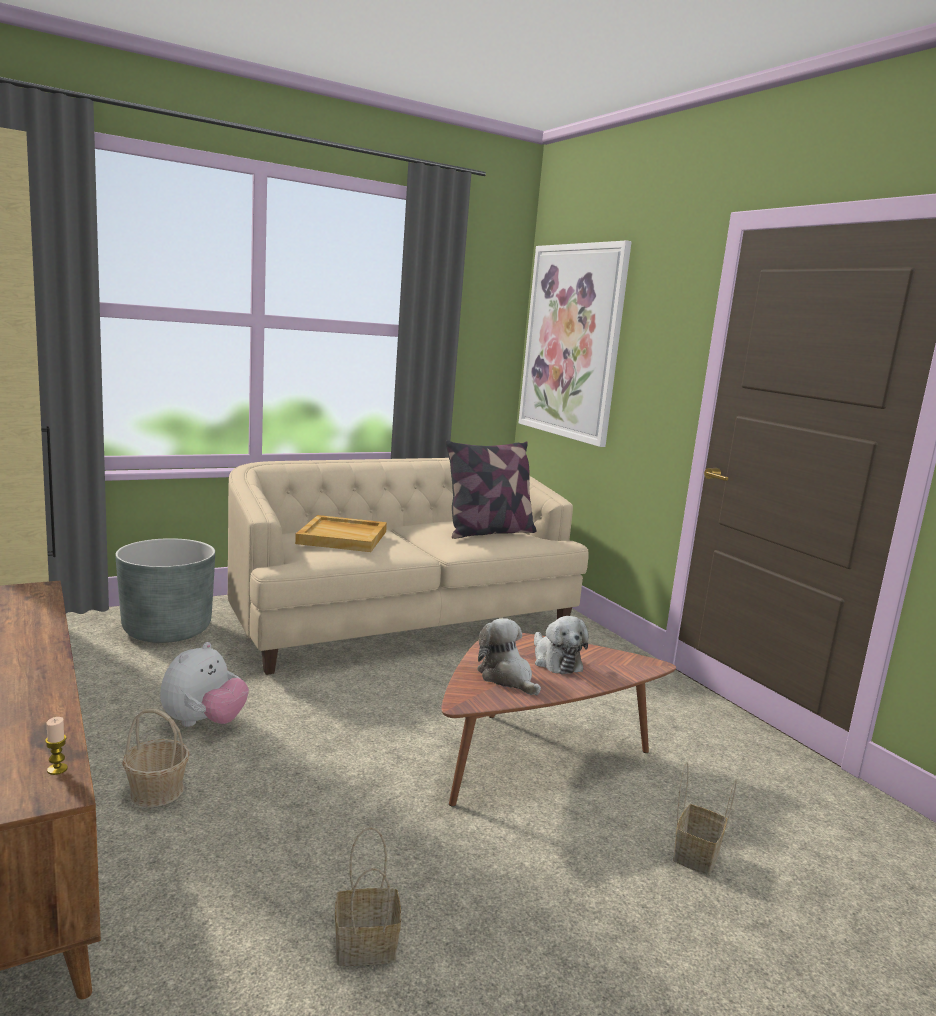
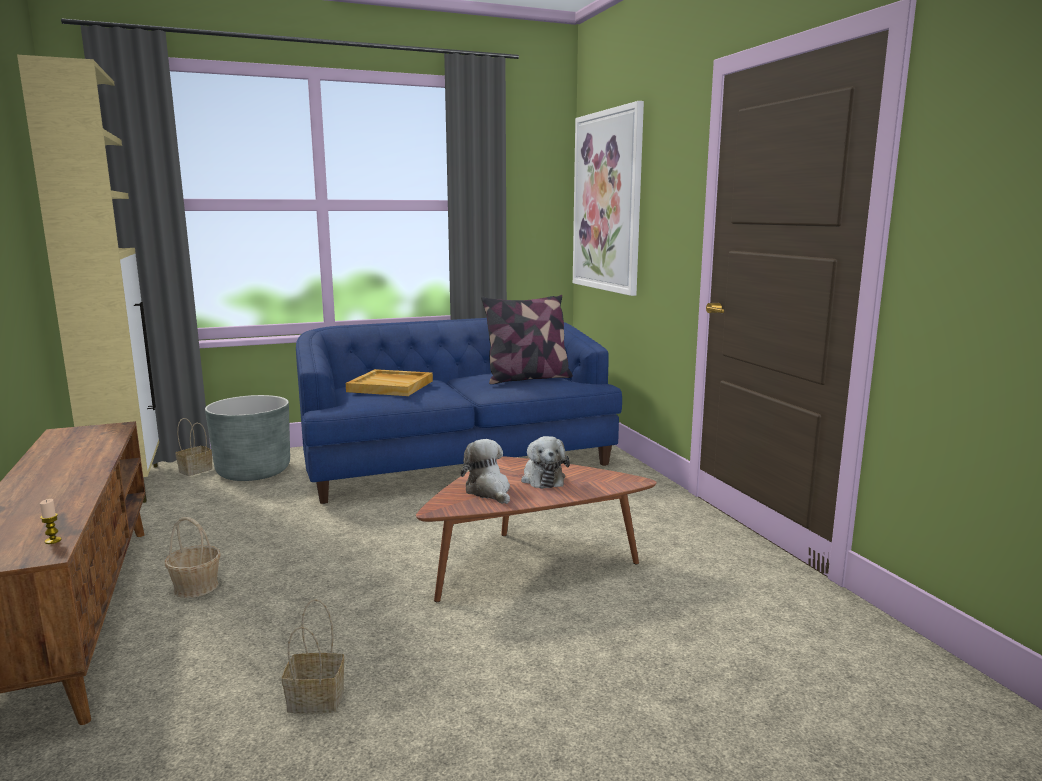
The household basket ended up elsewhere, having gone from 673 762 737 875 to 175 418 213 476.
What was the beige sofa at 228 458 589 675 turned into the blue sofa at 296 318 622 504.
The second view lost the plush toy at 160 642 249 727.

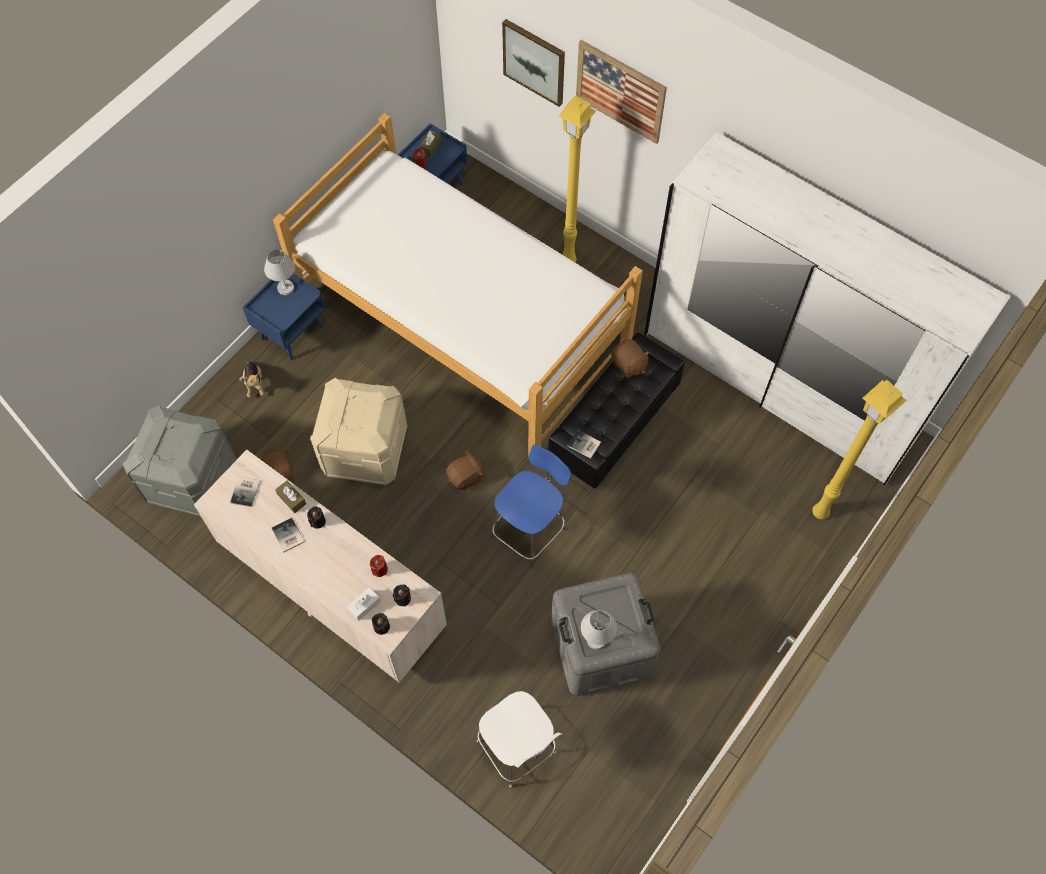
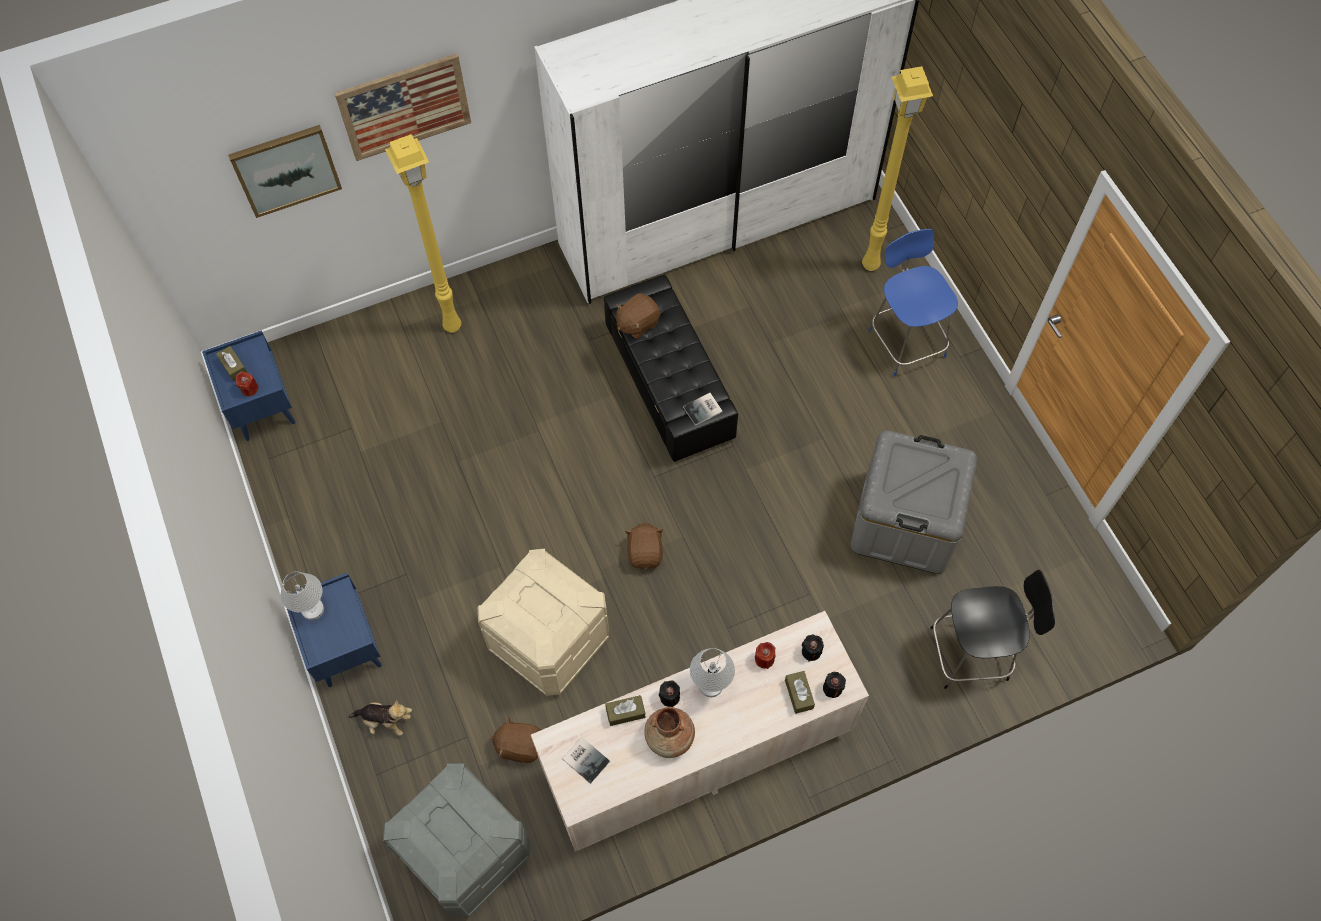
The brown-coloured plush toy at 611 339 650 378 ended up facing another way, 150 degrees clockwise from before.
Where the bound book stood at 272 518 304 552, the brown-coloured flower vase came to stand at 644 707 695 758.
The white table lamp ended up elsewhere, having gone from 581 610 617 650 to 690 648 735 697.
What was the white tissue holder at 347 587 381 621 turned into the brown-coloured tissue holder at 785 671 815 714.
The blue chair ended up elsewhere, having gone from 491 445 571 568 to 868 229 958 376.
What was the white chair at 477 691 562 788 turned into the black chair at 930 570 1055 689.
The second view lost the bed at 273 113 643 457.

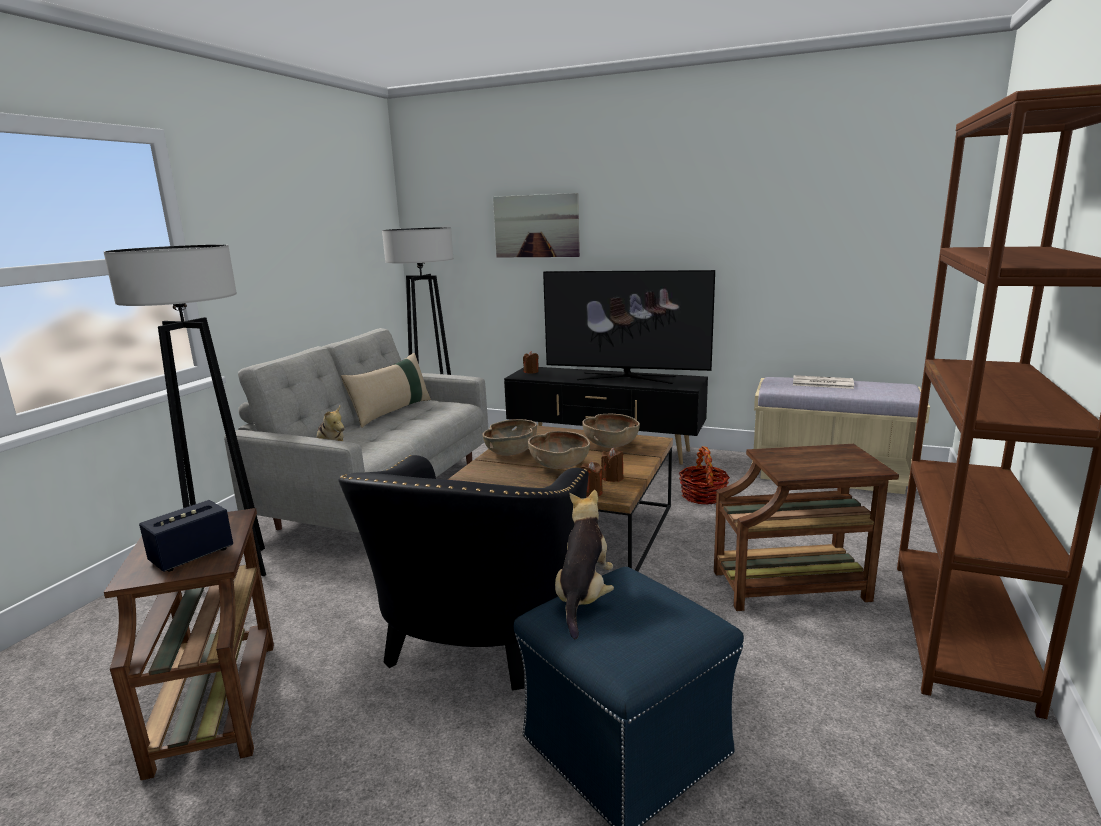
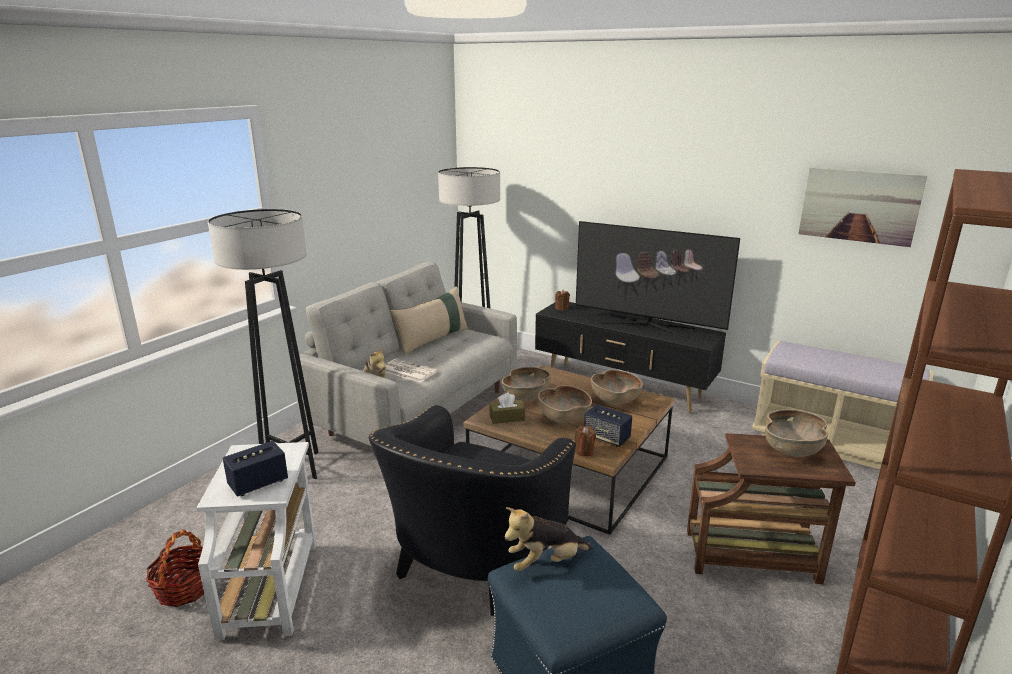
The household basket ended up elsewhere, having gone from 679 446 730 505 to 146 529 204 607.
What was the brown-coloured end table at 104 508 274 780 turned into the white end table at 196 442 316 641.
The newspaper ended up elsewhere, having gone from 793 375 854 389 to 385 359 438 382.
The second view gained the brown-coloured tissue holder at 489 392 525 424.
The plush toy at 555 490 614 639 ended up facing another way, 135 degrees counterclockwise from before.
Where the brown-coloured wax candle stood at 601 448 623 482, the audio speaker came to stand at 584 404 632 447.
The second view gained the brown-coloured bowl at 765 409 828 457.
The wall art ended up elsewhere, having gone from 493 193 580 257 to 798 167 927 247.

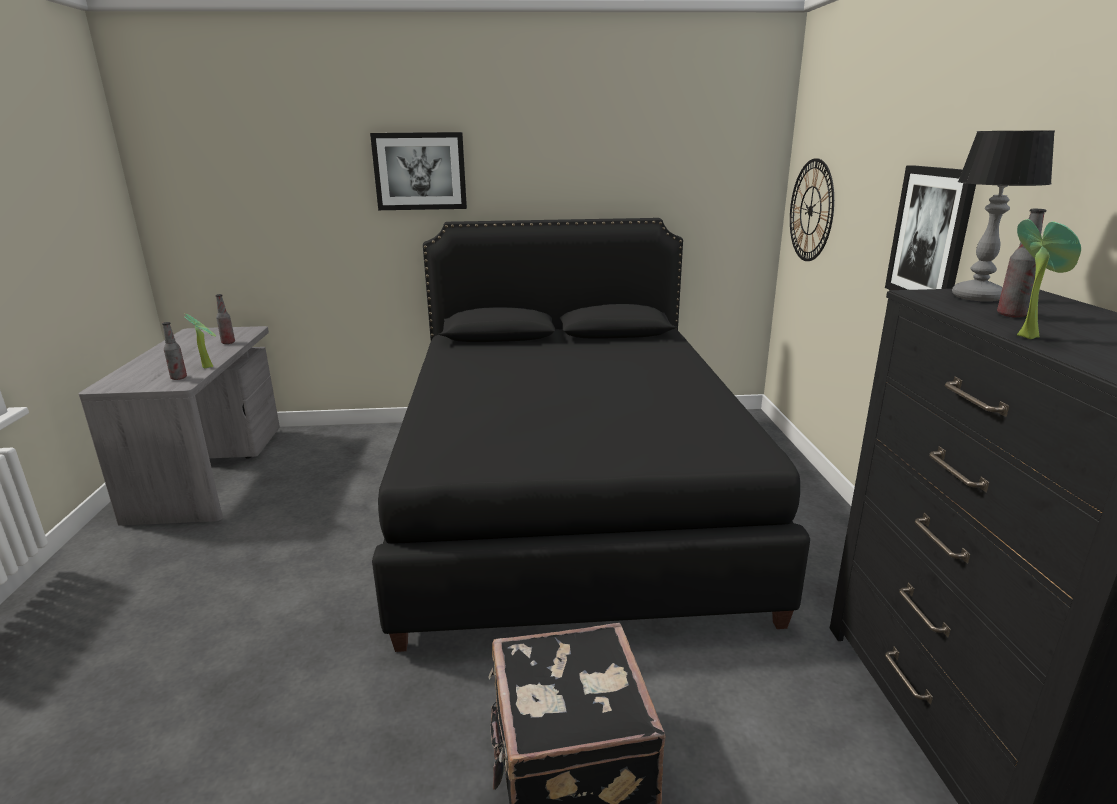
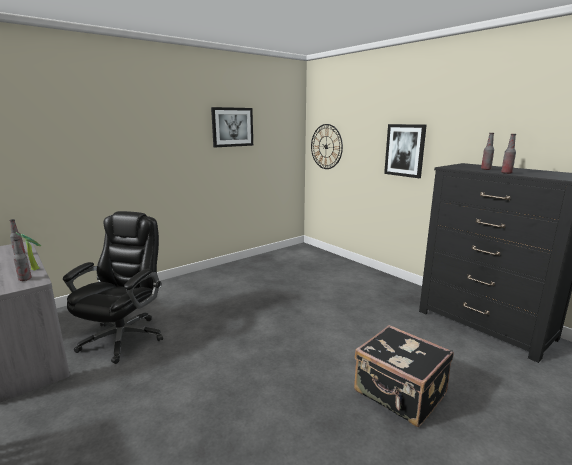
The second view gained the black office chair at 63 211 163 364.
The wall art ended up elsewhere, having gone from 370 132 467 210 to 211 107 253 147.
Where the plant in a pot stood at 1017 219 1081 339, the beverage bottle came to stand at 501 134 516 174.
The second view lost the black bed at 372 218 810 652.
The second view lost the table lamp at 952 131 1054 302.

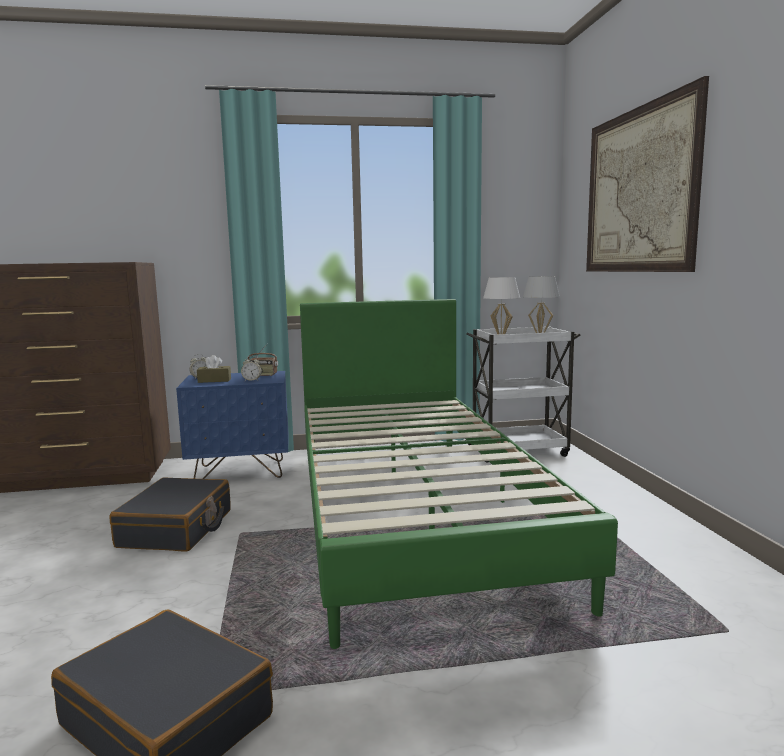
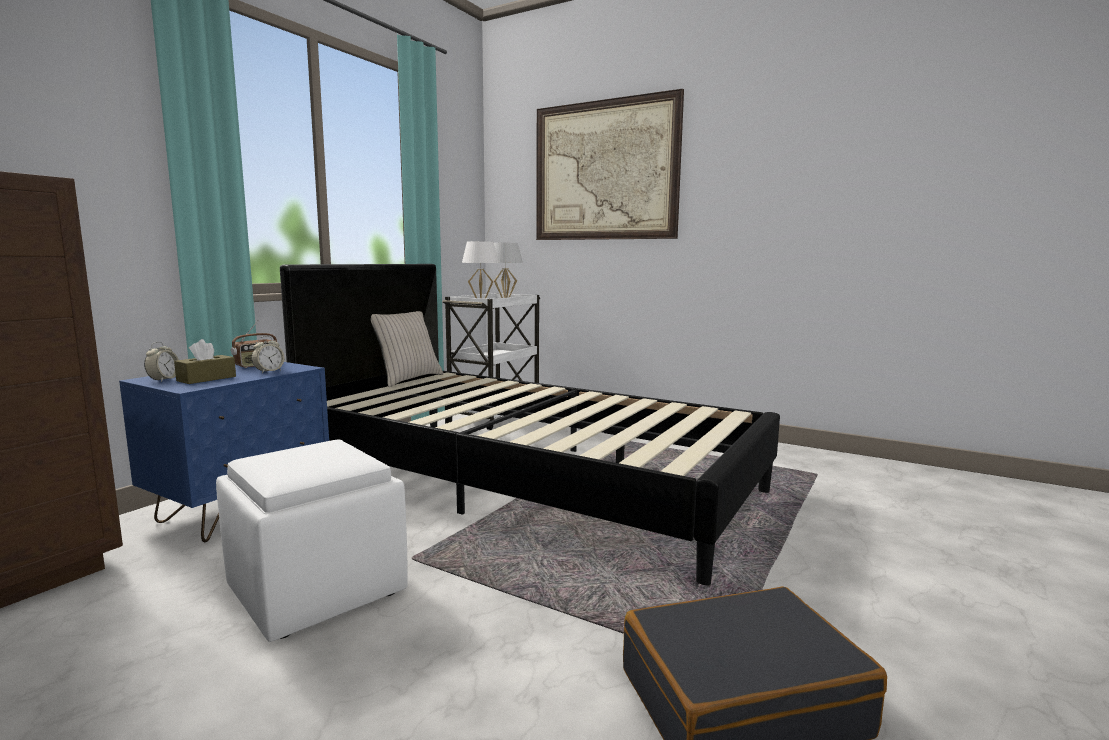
Where the black suitcase stood at 110 478 231 552, the white pouffe came to stand at 216 439 408 642.
What was the green bed at 300 299 618 649 turned into the black bed at 280 264 780 585.
The second view gained the beige throw pillow at 371 311 444 387.

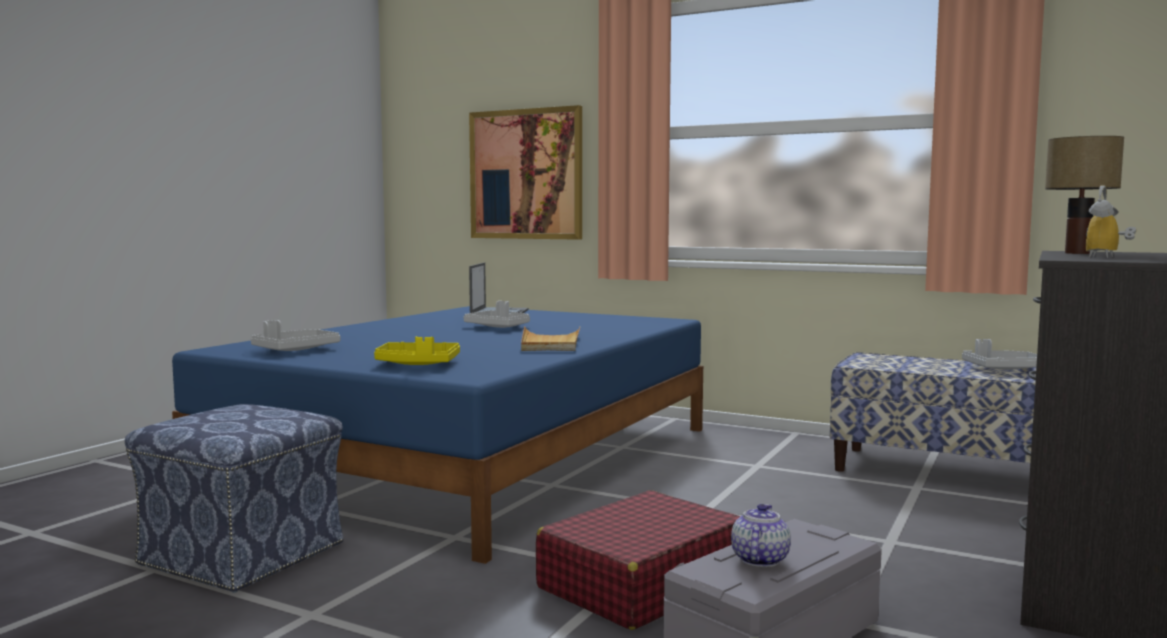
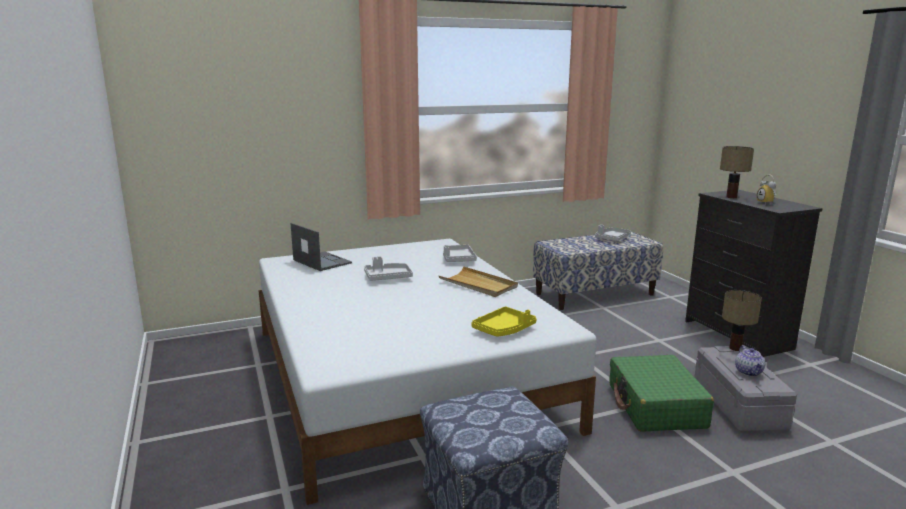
What was the blue bed at 172 306 703 564 turned into the white bed at 258 239 596 505.
The gray tray ended up elsewhere, having gone from 251 320 340 351 to 443 245 477 262.
What was the red-coloured suitcase at 536 490 740 630 turned into the green suitcase at 610 355 714 431.
The second view gained the table lamp at 722 290 762 351.
The pot for tea at 731 504 791 567 ended up facing another way, 150 degrees counterclockwise from before.
The second view lost the wall art at 469 105 582 240.

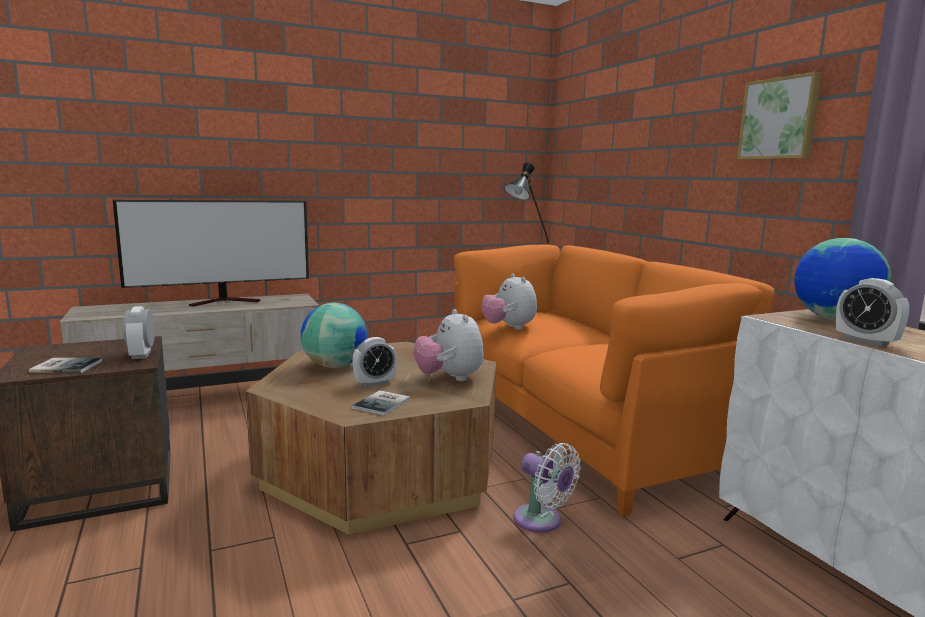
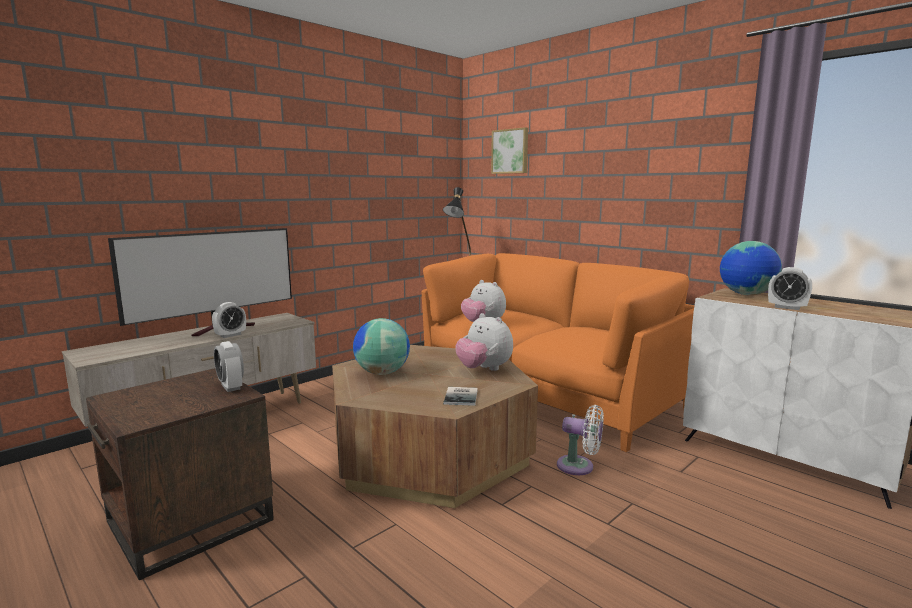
The table clock ended up elsewhere, having gone from 352 337 397 387 to 212 302 246 338.
The wall art ended up elsewhere, having gone from 737 72 822 160 to 491 127 528 174.
The second view lost the bound book at 29 358 102 373.

